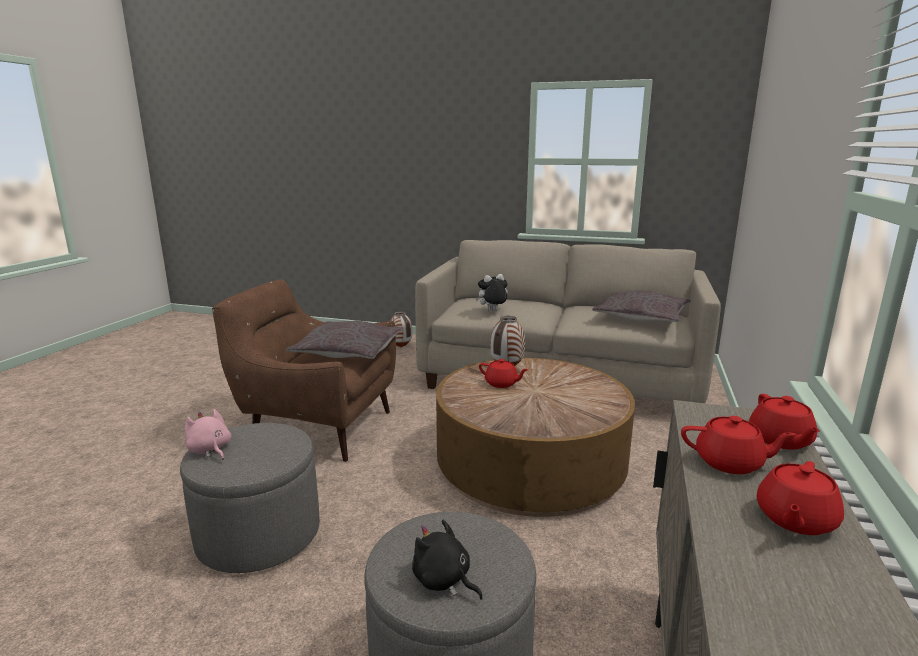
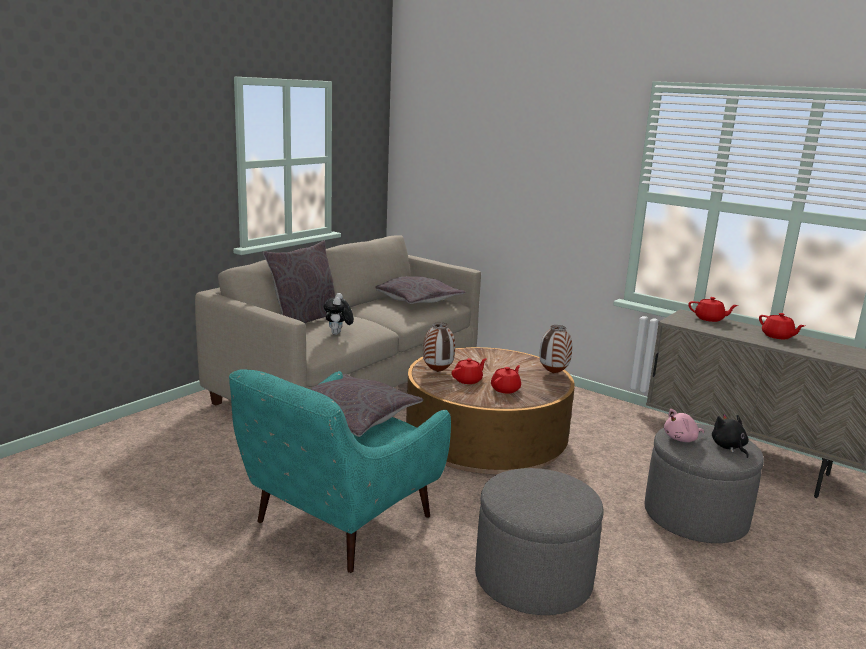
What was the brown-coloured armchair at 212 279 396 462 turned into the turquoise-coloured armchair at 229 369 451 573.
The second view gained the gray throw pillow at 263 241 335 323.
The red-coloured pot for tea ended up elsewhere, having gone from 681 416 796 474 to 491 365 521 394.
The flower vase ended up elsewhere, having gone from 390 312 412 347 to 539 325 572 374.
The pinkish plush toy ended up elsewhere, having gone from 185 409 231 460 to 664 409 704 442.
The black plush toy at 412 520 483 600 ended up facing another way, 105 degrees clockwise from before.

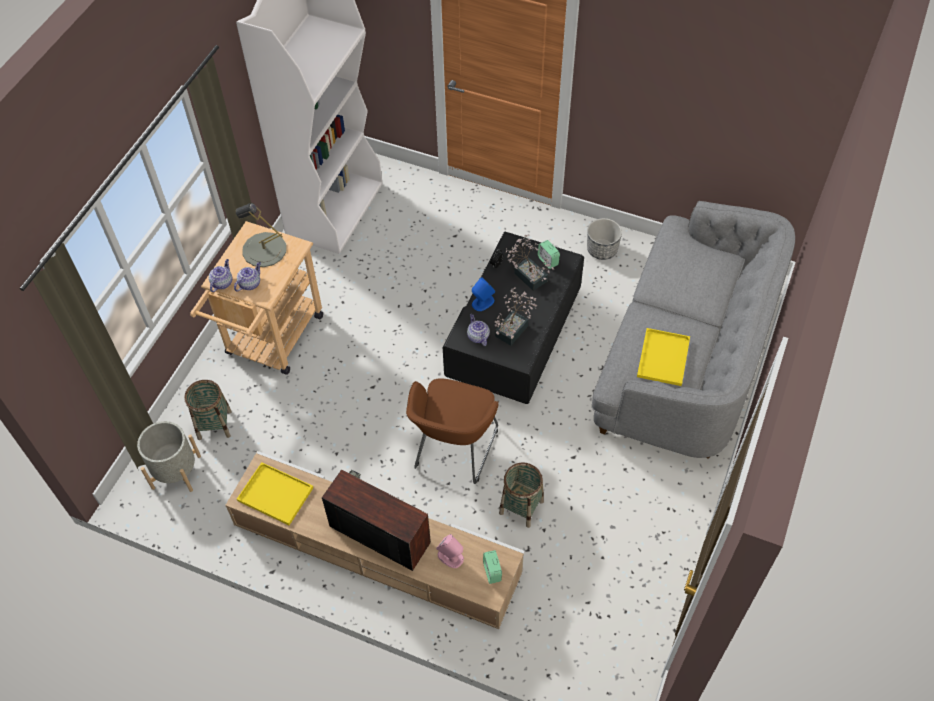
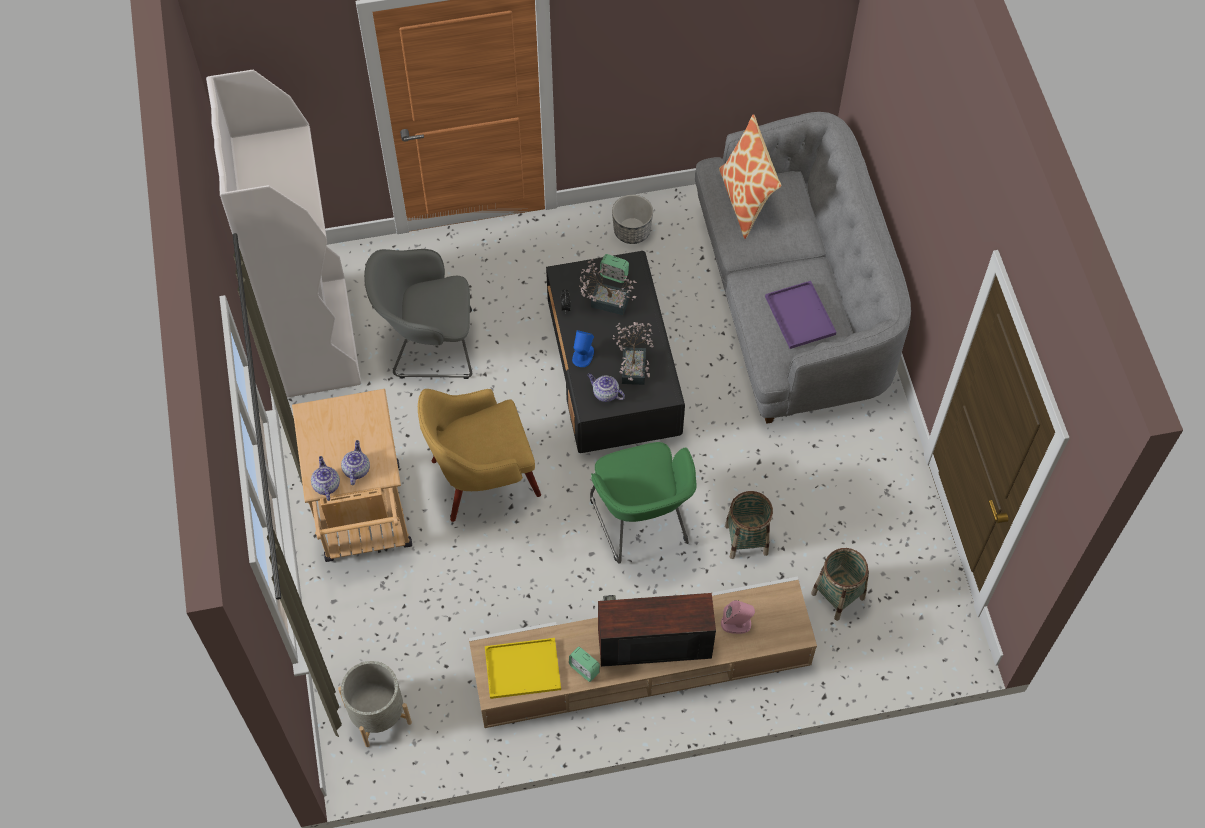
The second view gained the gray armchair at 364 249 472 379.
The second view gained the yellow-coloured armchair at 418 389 541 522.
The table clock ended up elsewhere, having gone from 483 550 502 584 to 569 647 600 682.
What was the brown-coloured armchair at 406 378 498 484 turned into the green armchair at 590 442 697 564.
The second view gained the throw pillow at 719 114 781 239.
What was the yellow-coloured tray at 637 328 690 386 turned into the purple tray at 765 281 836 349.
The household basket ended up elsewhere, having gone from 184 380 232 440 to 811 548 869 621.
The second view lost the gray table lamp at 236 203 286 267.

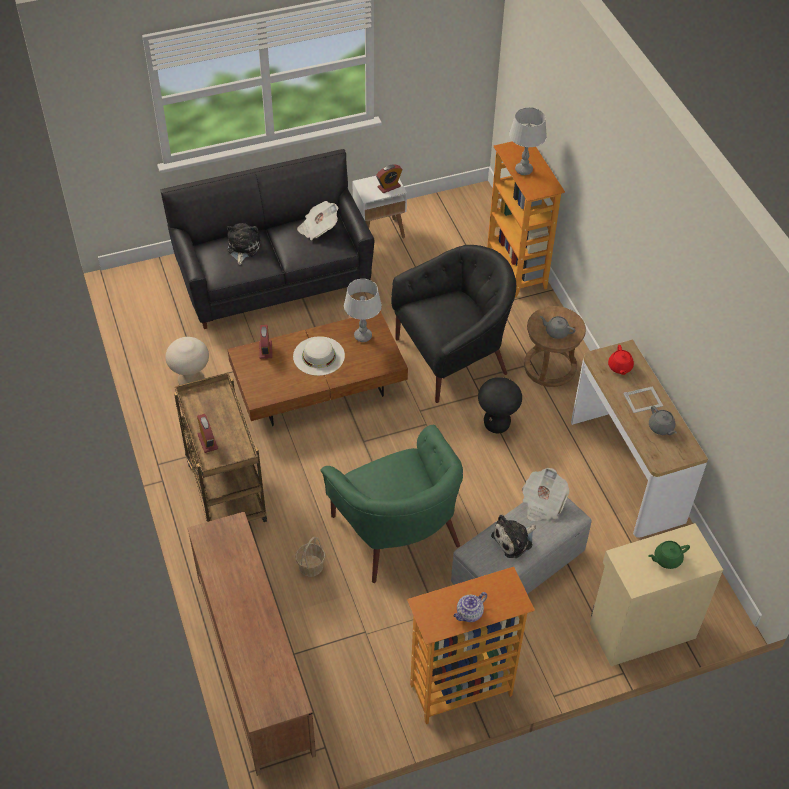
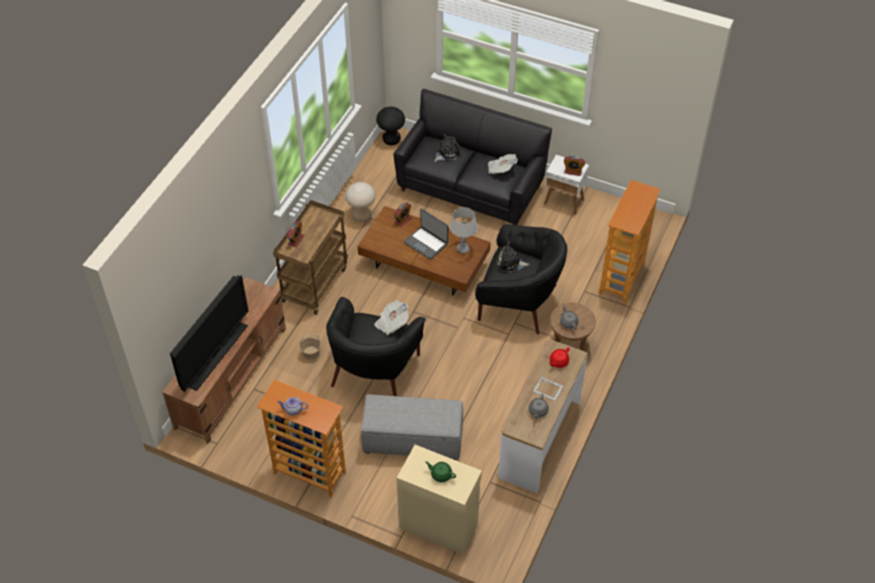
The second view gained the TV at 170 275 249 392.
What was the green armchair at 320 425 463 583 turned into the black armchair at 326 297 426 396.
The newspaper ended up elsewhere, having gone from 522 468 569 521 to 375 300 409 335.
The black stool ended up elsewhere, having gone from 478 377 522 433 to 376 107 405 145.
Where the white clothing hat stood at 293 336 345 376, the portable computer came to stand at 404 208 448 260.
The plush toy ended up elsewhere, having gone from 491 515 536 558 to 497 241 530 272.
The second view lost the gray table lamp at 509 107 547 175.

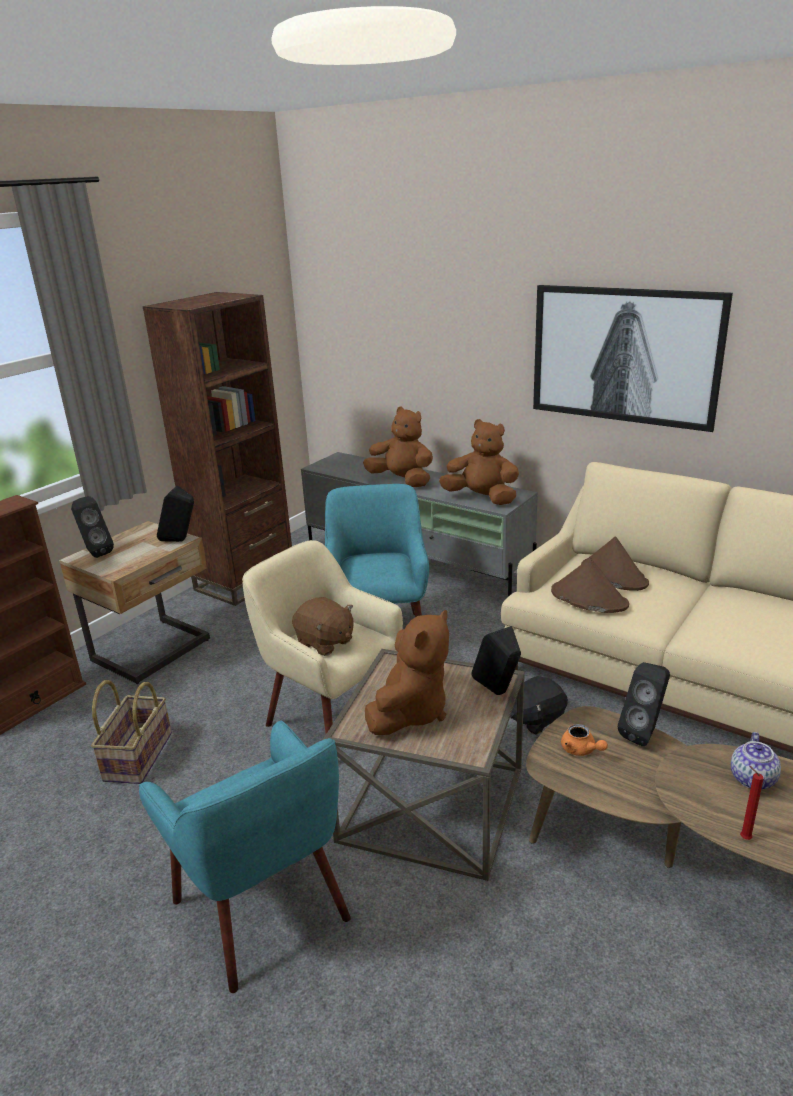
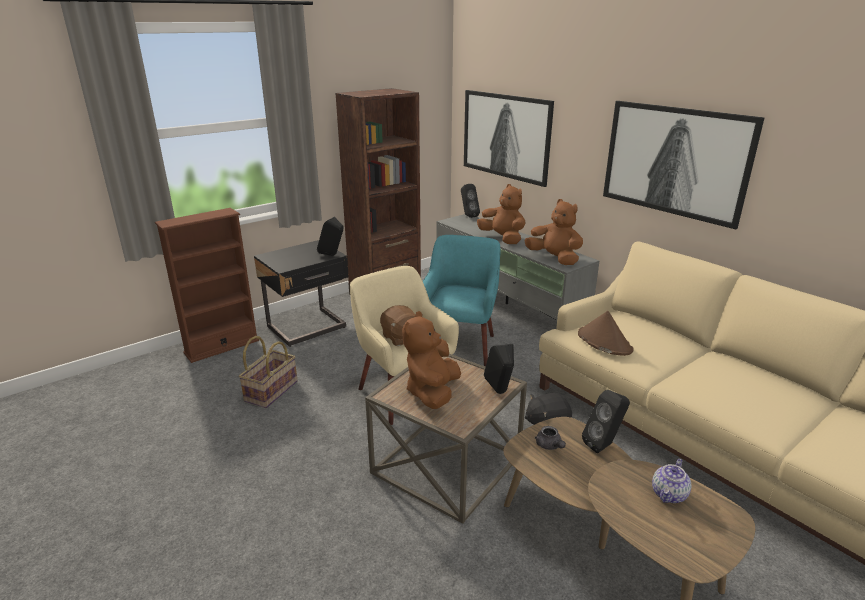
What was the beige night table at 59 521 210 684 turned into the black night table at 254 240 349 347.
The brown-coloured plush toy at 365 610 449 735 ended up facing another way, 150 degrees clockwise from before.
The black audio speaker ended up elsewhere, having gone from 71 496 114 558 to 461 184 480 218.
The second view gained the wall art at 464 90 554 187.
What was the orangey pot for tea at 561 724 608 756 turned into the gray pot for tea at 535 426 566 450.
The second view lost the turquoise-coloured armchair at 139 721 351 993.
The second view lost the brown-coloured clothing hat at 581 536 649 591.
The second view lost the red-coloured wax candle at 740 766 764 840.

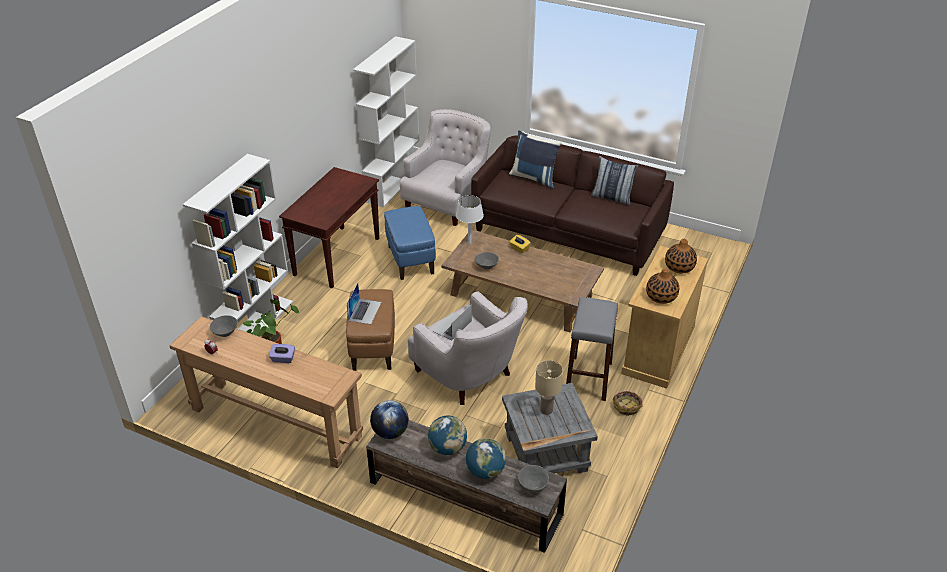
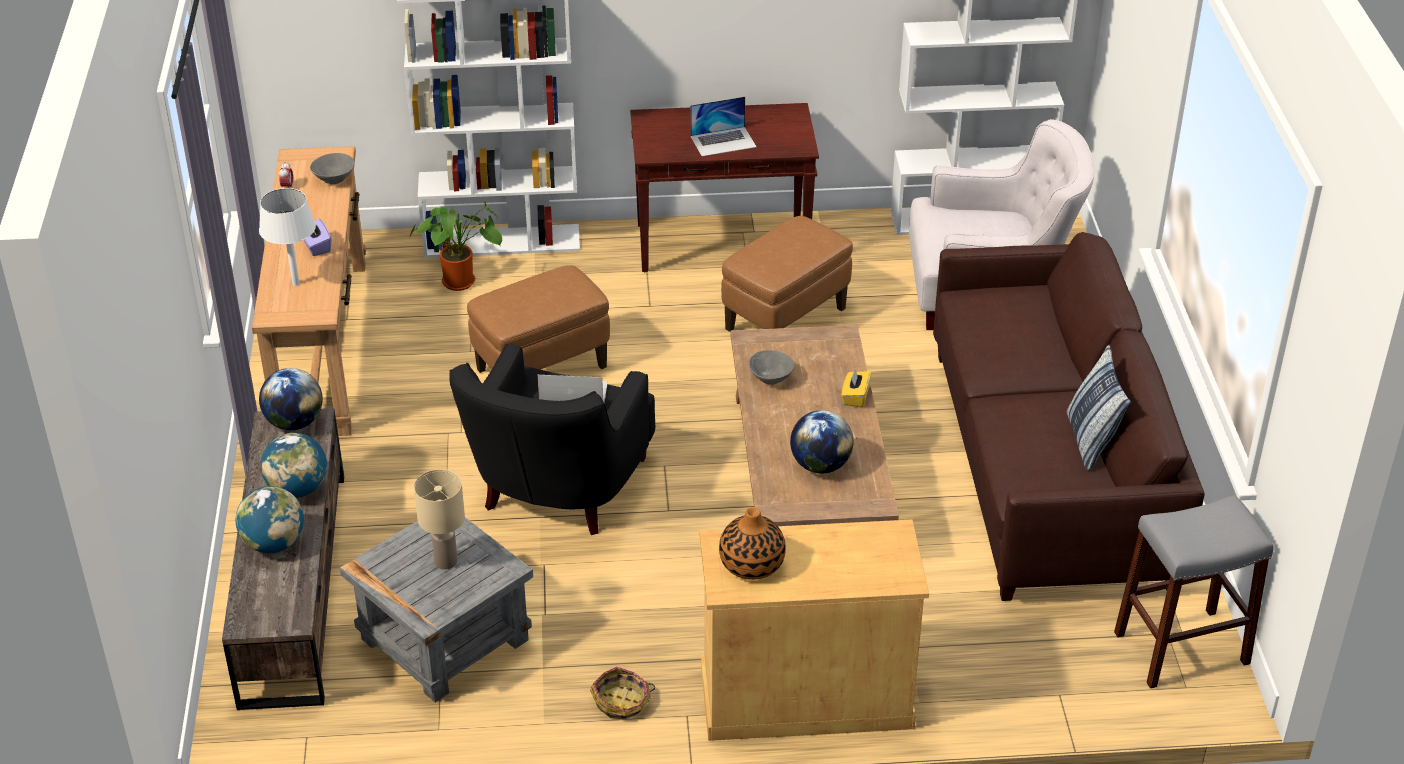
The white table lamp ended up elsewhere, having gone from 456 195 484 244 to 259 188 316 286.
What was the white armchair at 408 291 528 405 turned into the black armchair at 449 344 655 535.
The portable computer ended up elsewhere, having gone from 347 283 381 324 to 690 96 757 157.
What was the blue pouffe at 384 206 436 280 turned into the brown-coloured pouffe at 721 216 853 332.
The second view gained the desk globe at 790 410 853 473.
The gray stool ended up elsewhere, having gone from 566 297 618 401 to 1114 495 1273 689.
The second view lost the blue throw pillow at 509 131 561 188.
The second view lost the gray bowl at 518 465 549 491.
The second view lost the flower vase at 665 239 697 273.

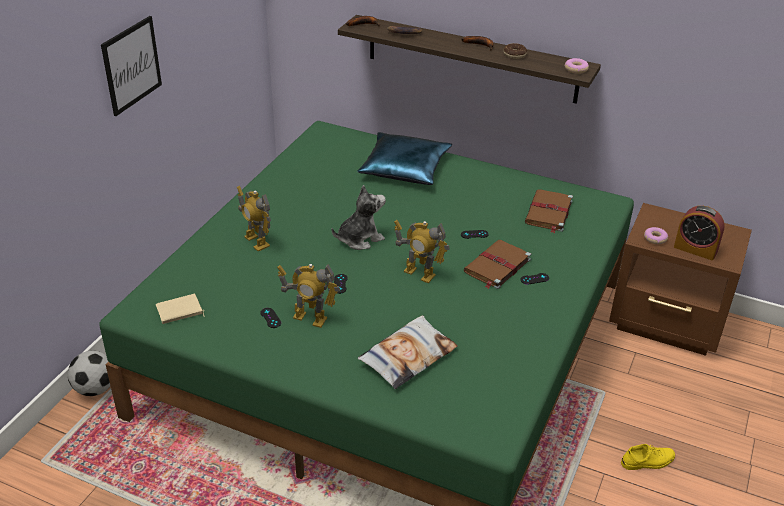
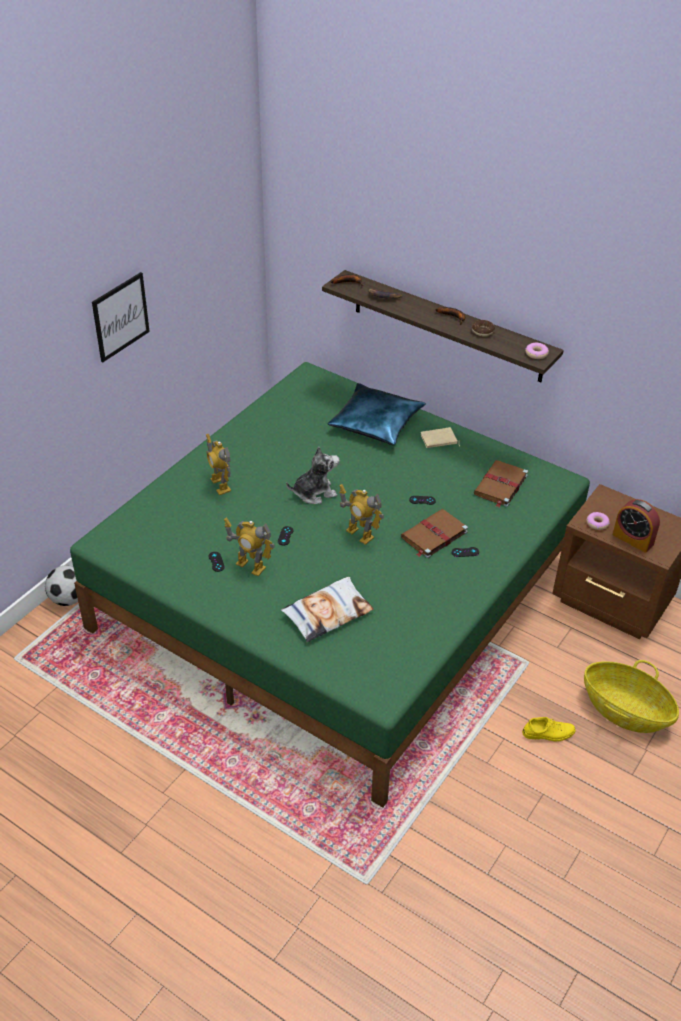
The beige bound book ended up elsewhere, having gone from 156 294 205 324 to 421 427 460 448.
The second view gained the household basket at 584 660 679 733.

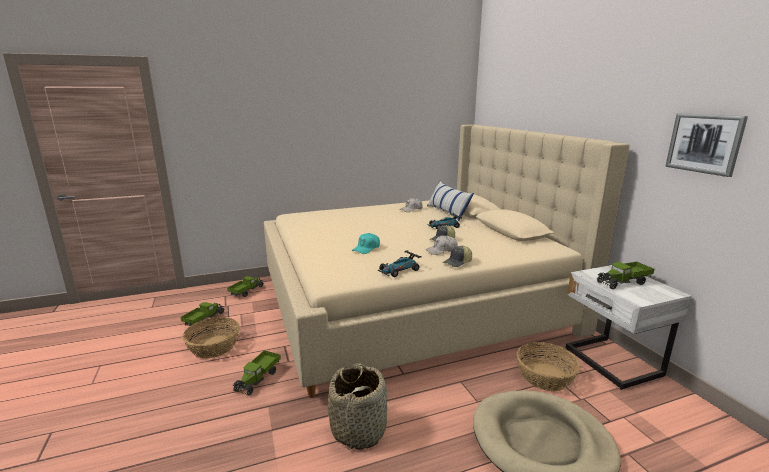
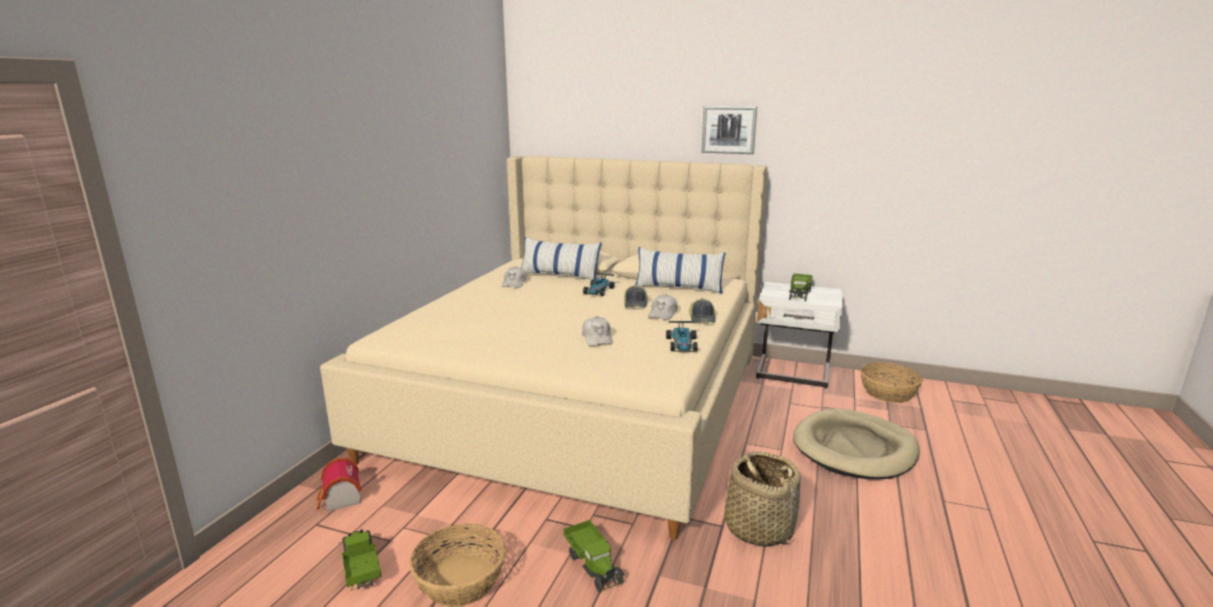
Where the toy lorry stood at 227 276 264 297, the miniature house came to stand at 316 458 362 512.
What was the turquoise-coloured baseball cap at 352 233 380 254 turned into the white baseball cap at 582 316 613 346.
The second view gained the throw pillow at 635 247 726 294.
The wall art ended up elsewhere, having gone from 665 113 748 177 to 701 106 757 154.
The household basket ended up elsewhere, having gone from 517 342 580 391 to 860 362 923 403.

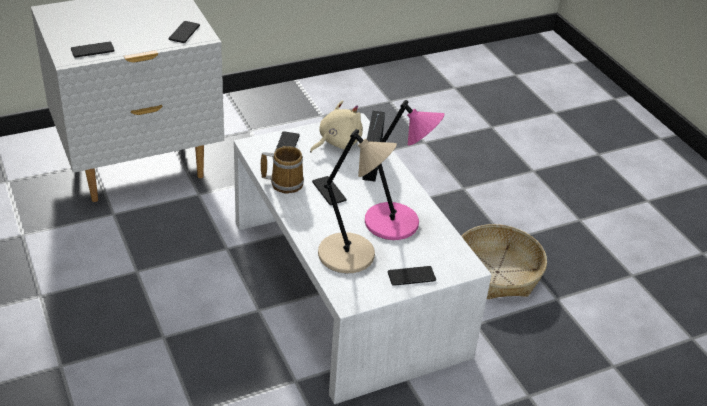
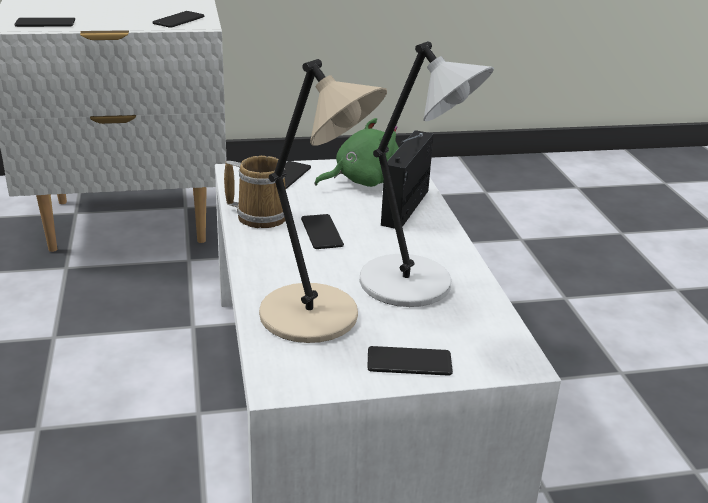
What was the beige plush toy at 310 100 363 153 turned into the green plush toy at 315 118 399 187.
What was the pinkish table lamp at 365 100 445 240 turned into the gray table lamp at 360 41 494 307.
The second view lost the household basket at 461 224 547 299.

